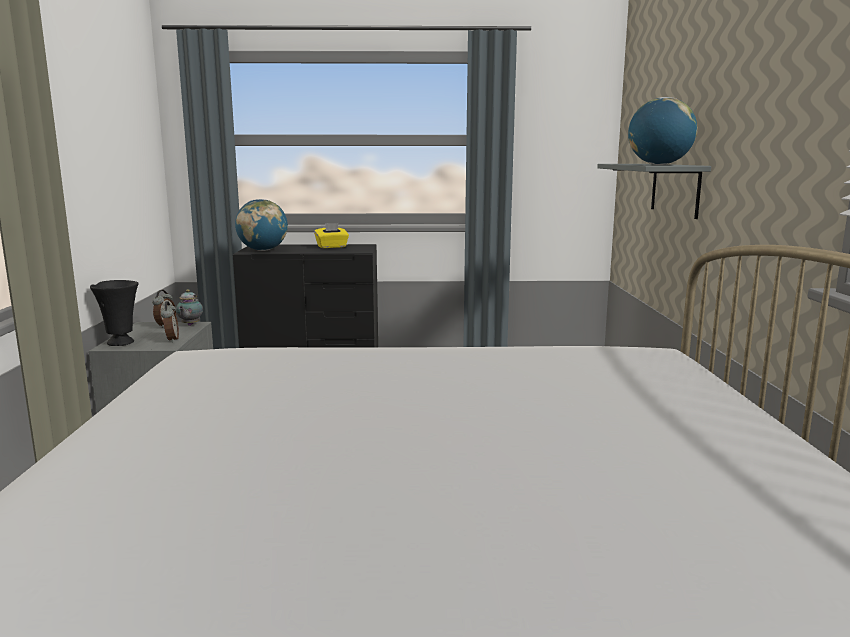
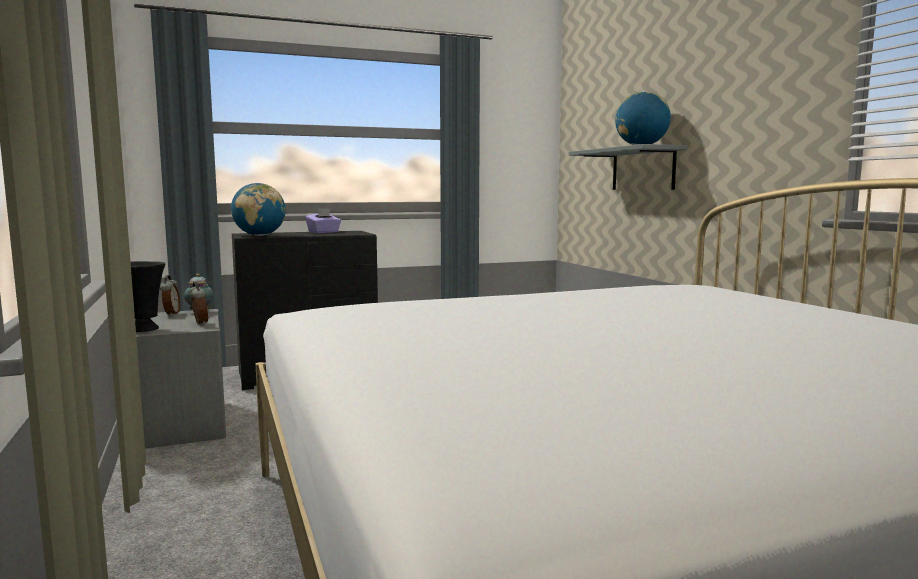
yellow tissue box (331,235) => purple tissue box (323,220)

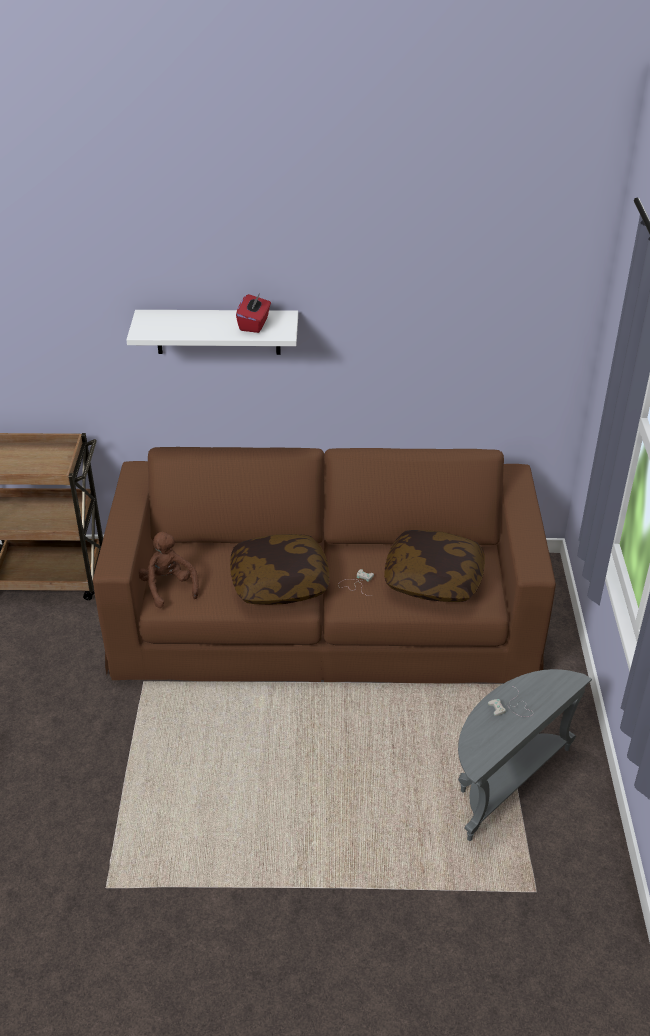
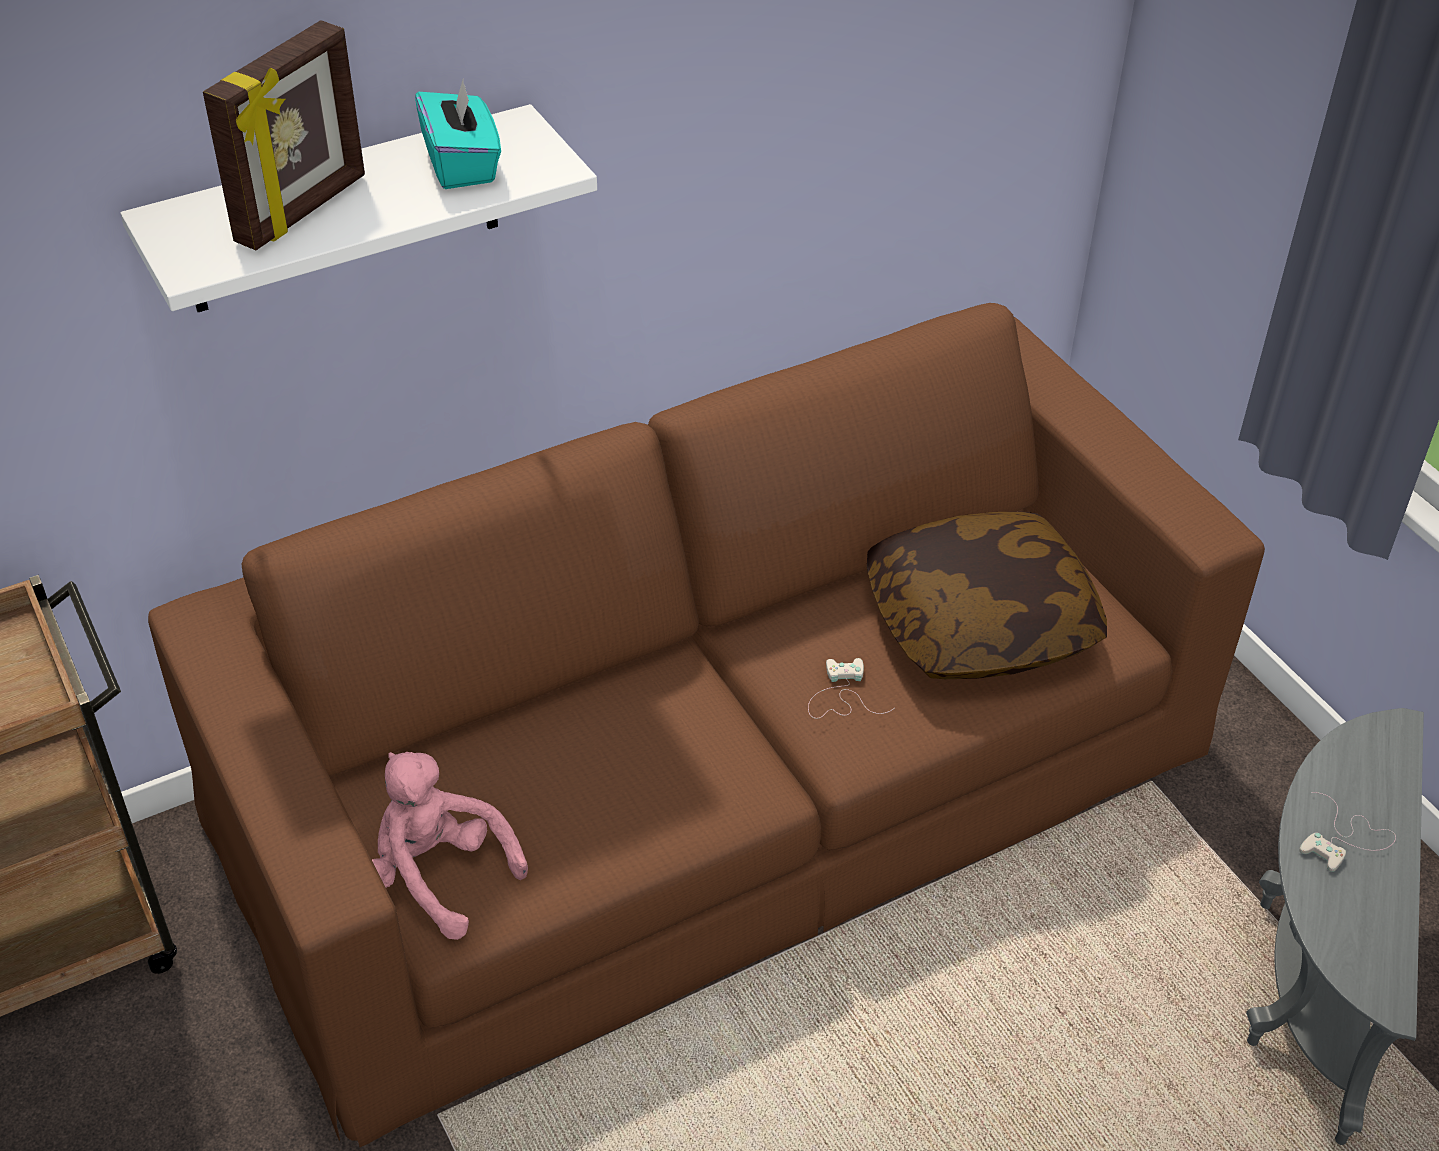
red tissue box (253,313) => turquoise tissue box (458,133)
brown plush toy (169,570) => pink plush toy (450,846)
pillow (279,569) => nothing
nothing => picture frame (284,135)

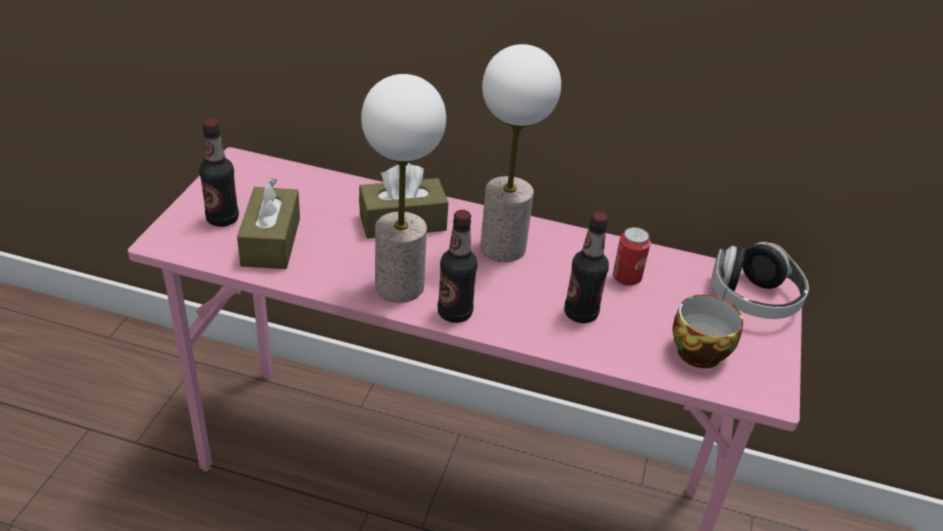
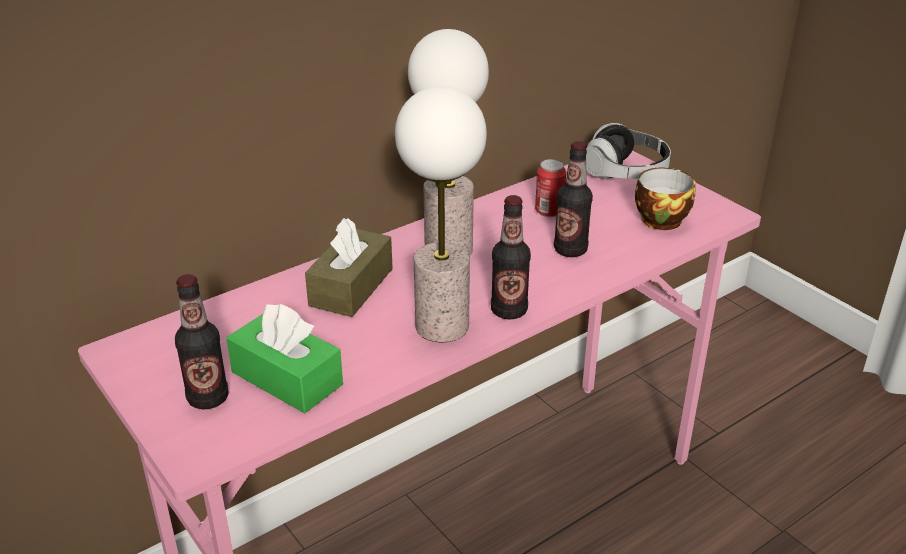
brown tissue box (268,223) => green tissue box (284,358)

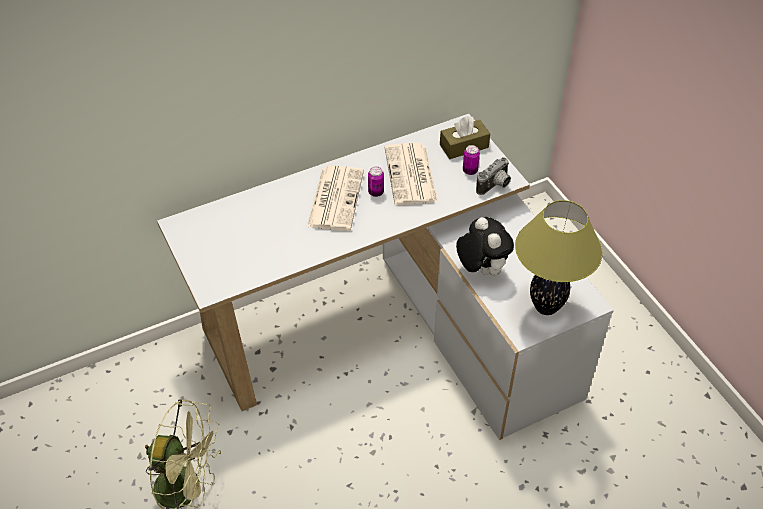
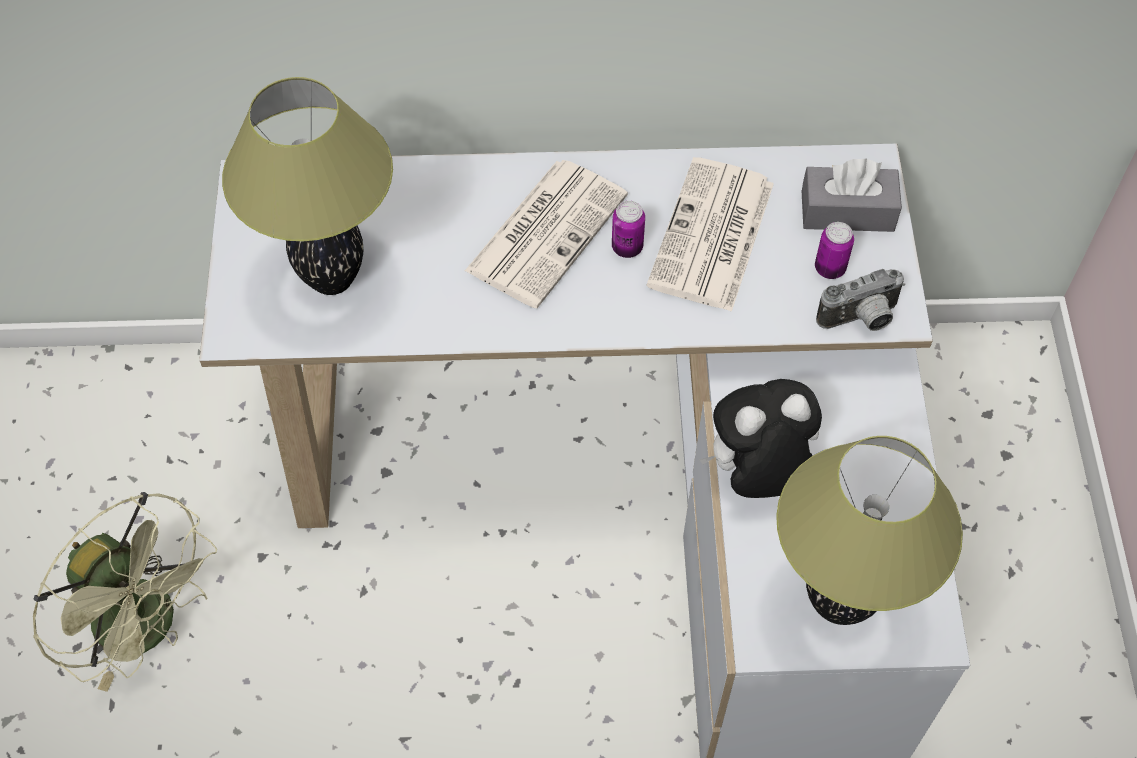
brown tissue box (465,137) => grey tissue box (852,195)
plush toy (485,246) => plush toy (760,438), 105 degrees counterclockwise
nothing => table lamp (307,186)

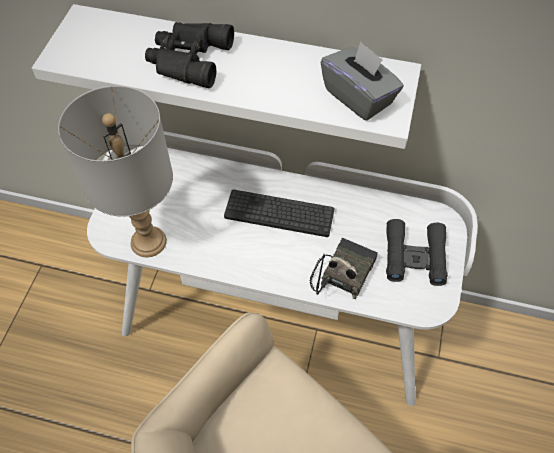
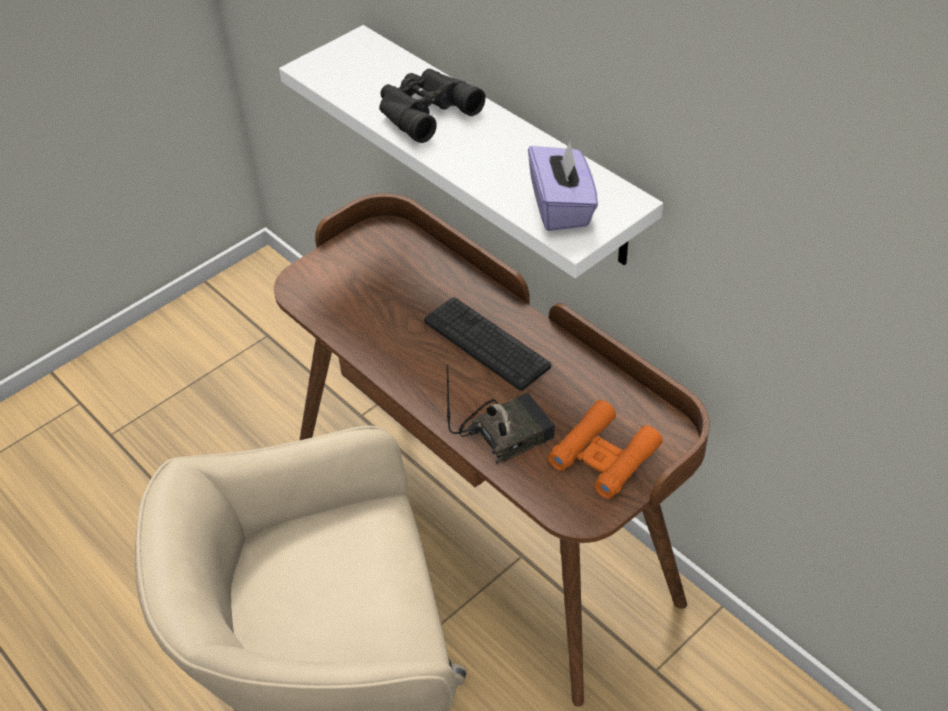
grey tissue box (362,81) => purple tissue box (563,185)
grey table lamp (115,171) => nothing
white desk (282,269) => brown desk (491,450)
black binoculars (417,252) => orange binoculars (605,449)

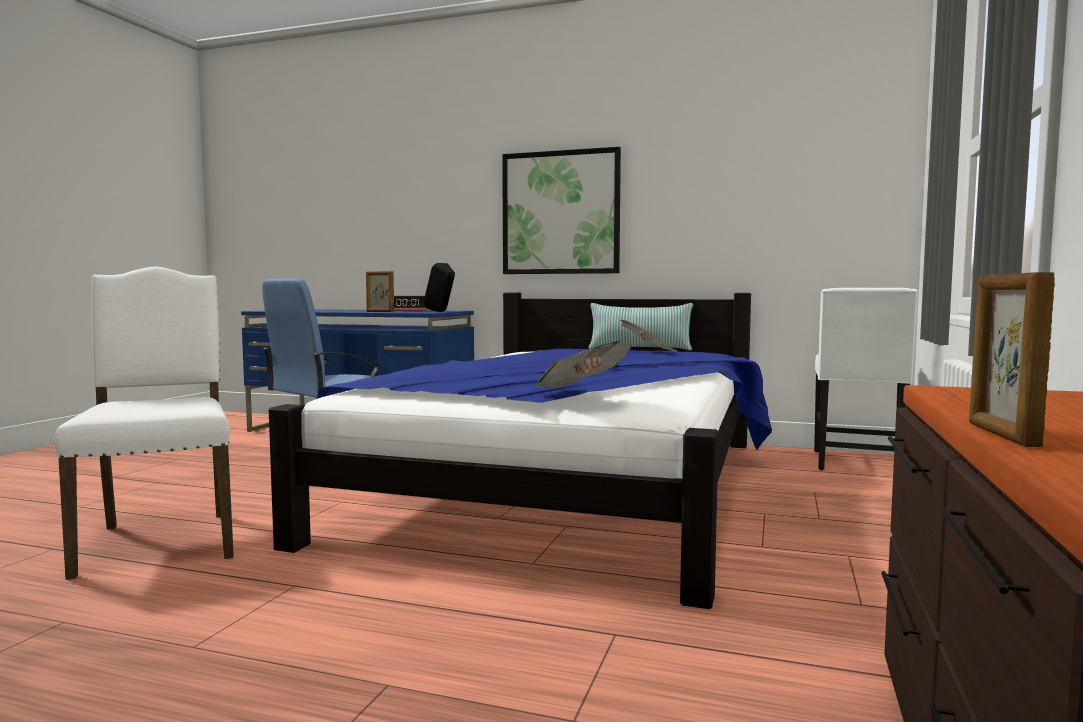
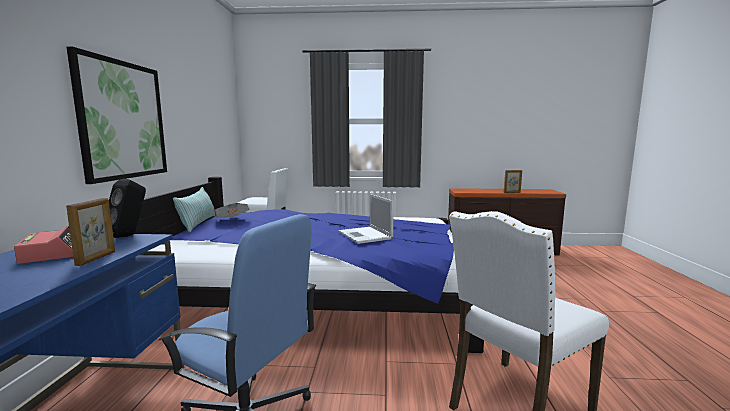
newspaper (582,364) => nothing
nothing => laptop (366,219)

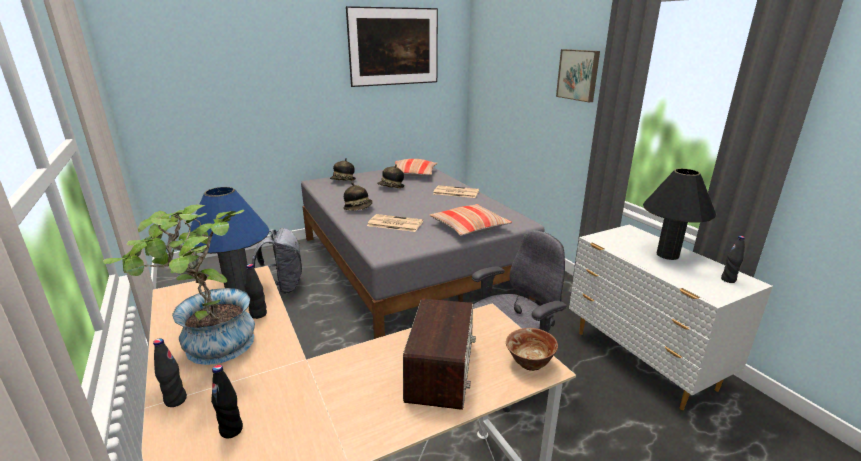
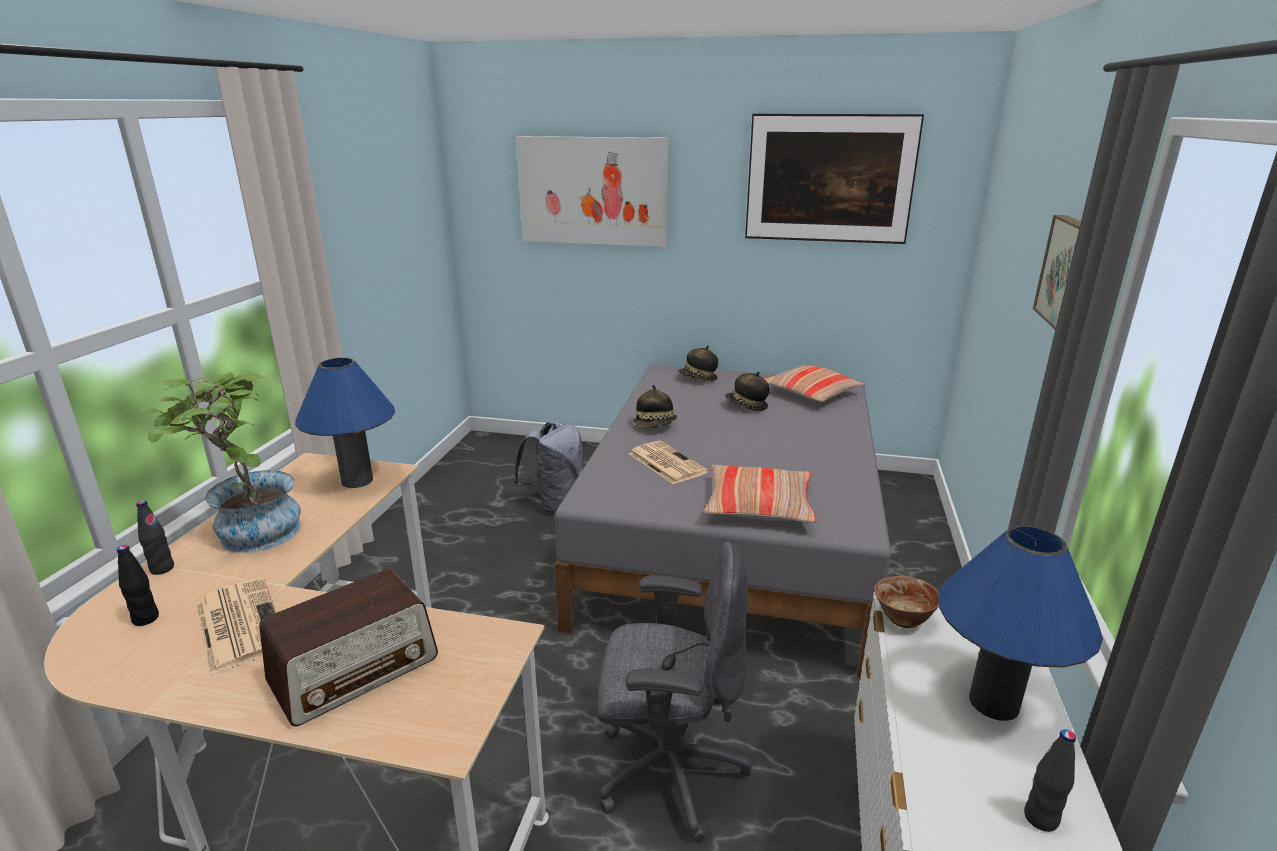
black table lamp (679,214) => blue table lamp (1020,623)
newspaper (456,191) => newspaper (236,626), shifted
black bottle (256,291) => nothing
bowl (532,349) => bowl (906,602), shifted
nothing => picture (592,191)

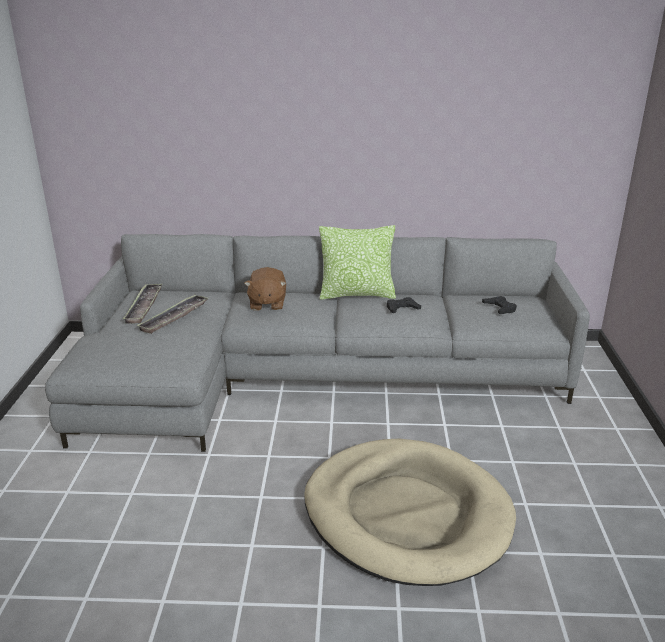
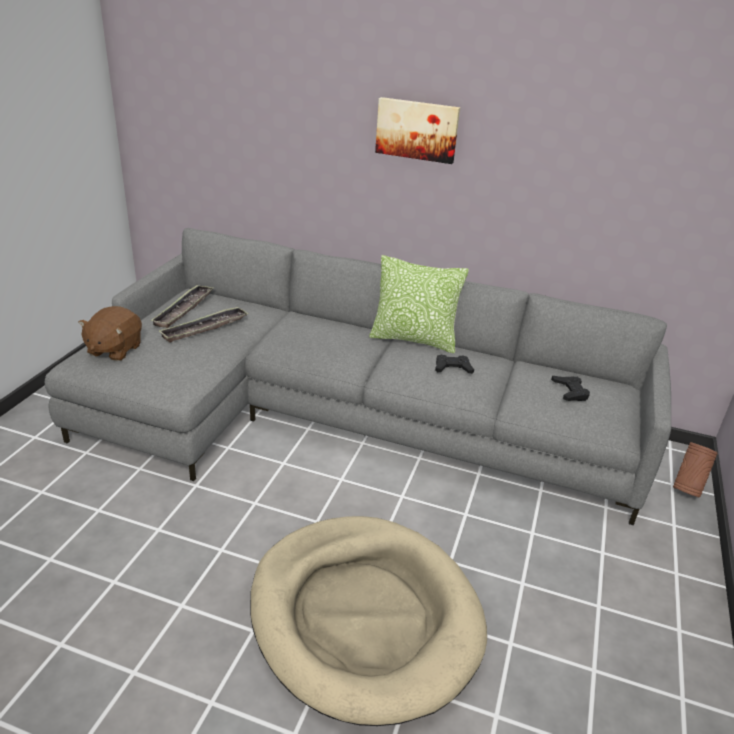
brown plush toy (265,289) => brown plush toy (110,333), shifted
nothing => picture (417,130)
nothing => brown vase (695,469)

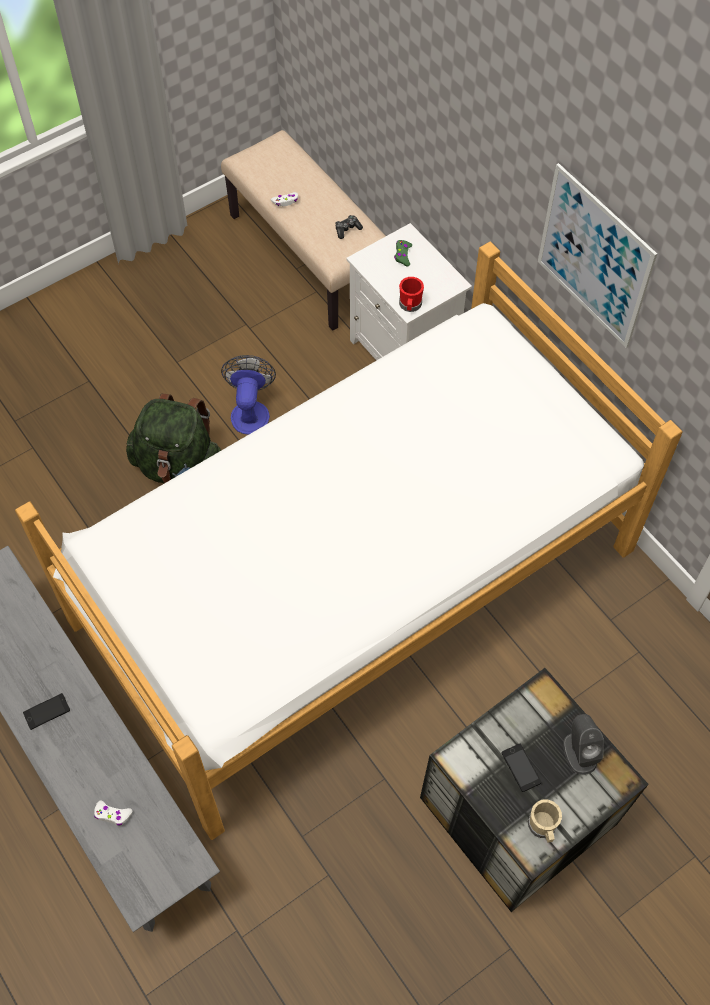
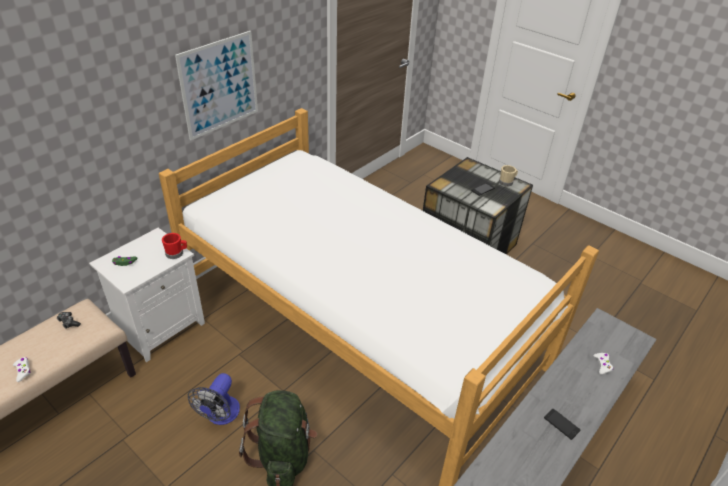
fan (248,395) => fan (214,399), 60 degrees counterclockwise
grey speaker (583,744) => nothing

